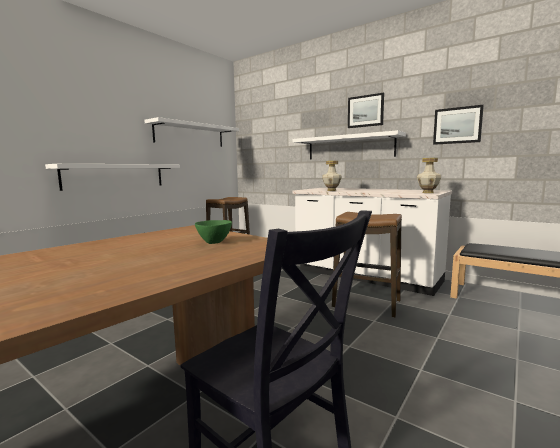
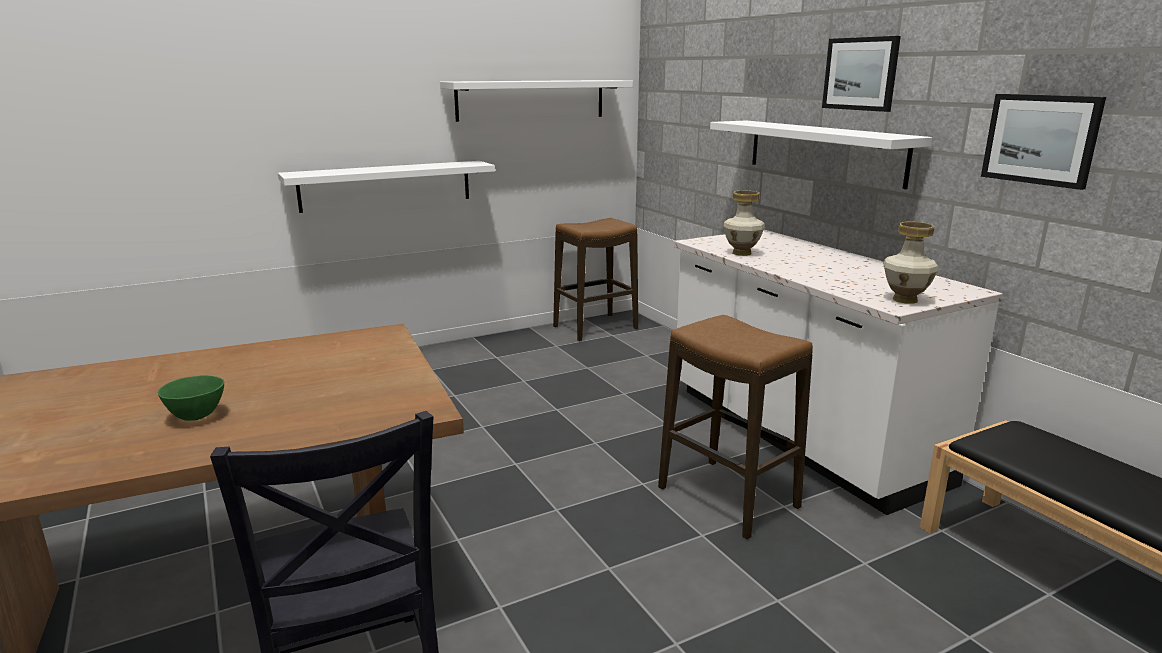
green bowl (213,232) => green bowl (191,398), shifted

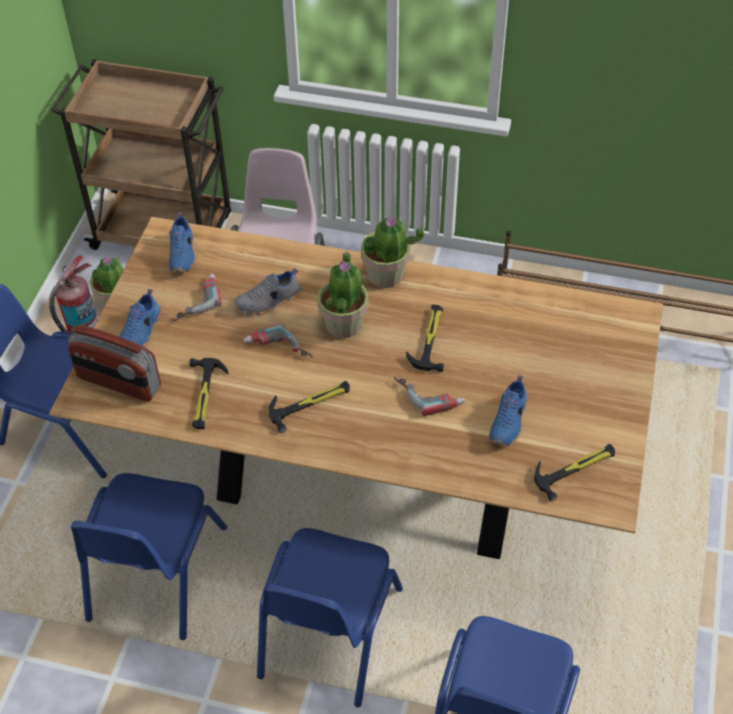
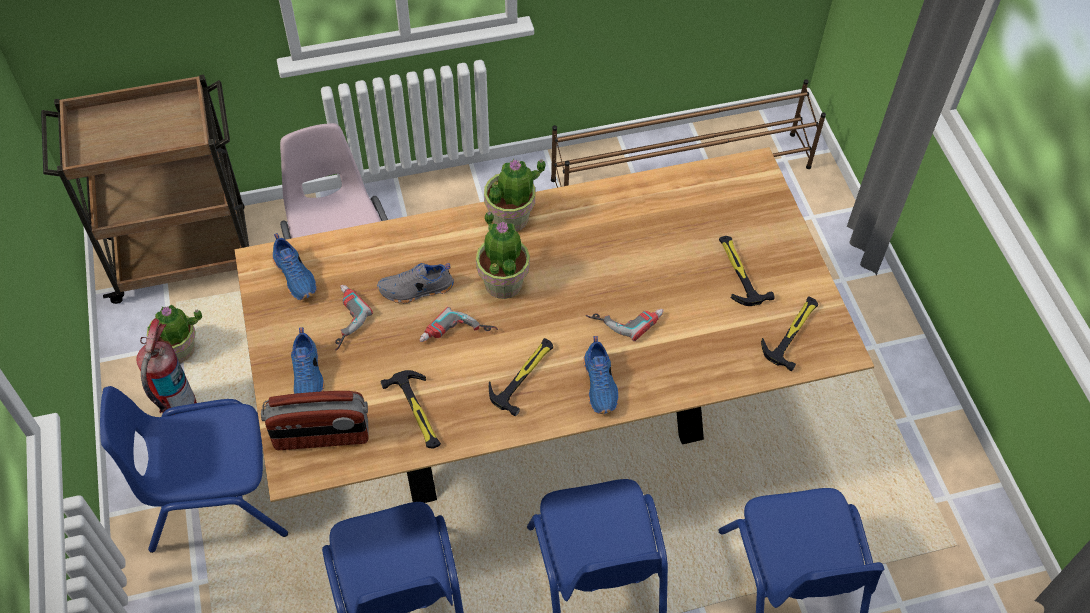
grey shoe (267,291) => grey shoe (415,283), 45 degrees clockwise
hammer (425,338) => hammer (747,271), shifted
blue shoe (508,410) => blue shoe (600,375), shifted

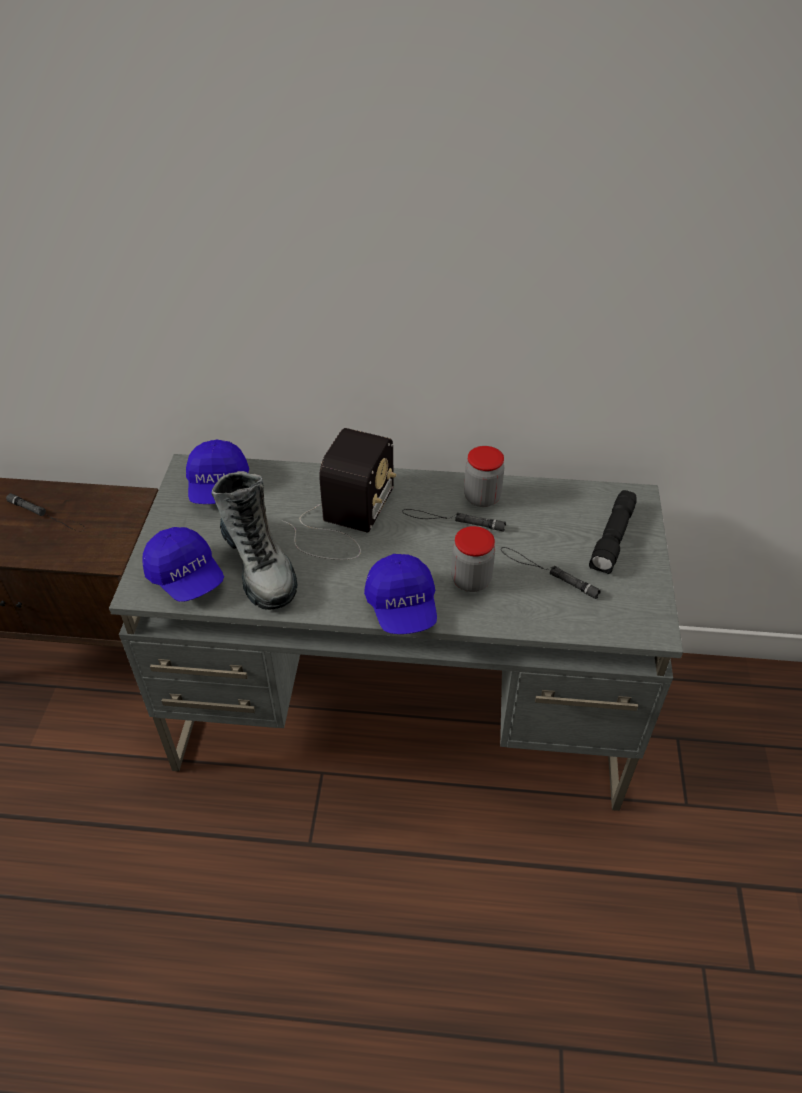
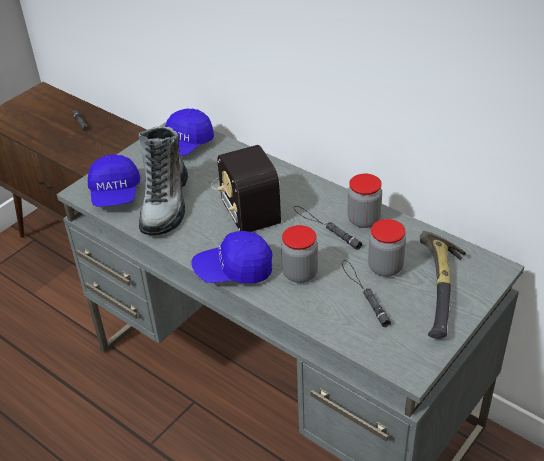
radio (339,494) => radio (247,188), 105 degrees clockwise
black flashlight (613,532) => hammer (443,285)
blue cap (400,594) => blue cap (231,257), 60 degrees clockwise
nothing => jar (387,248)

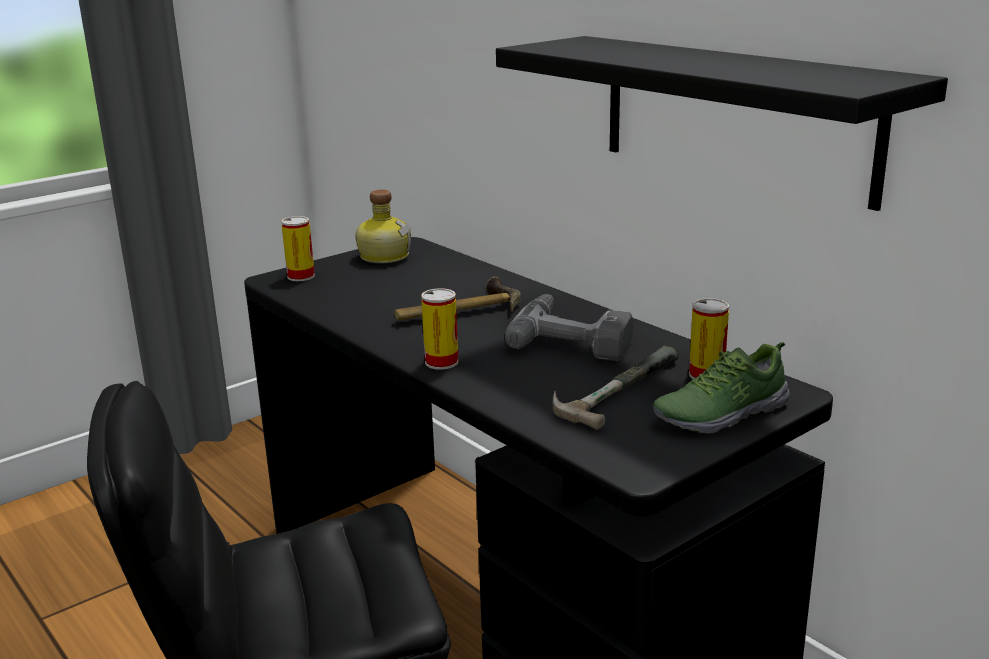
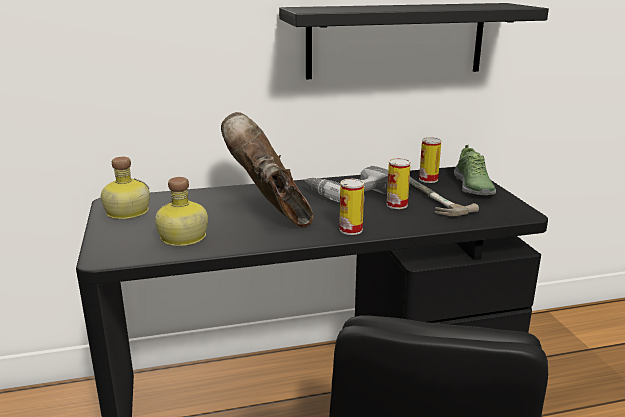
can (298,248) => can (399,183), shifted
hammer (458,298) => brown boot (267,170)
nothing => bottle (181,211)

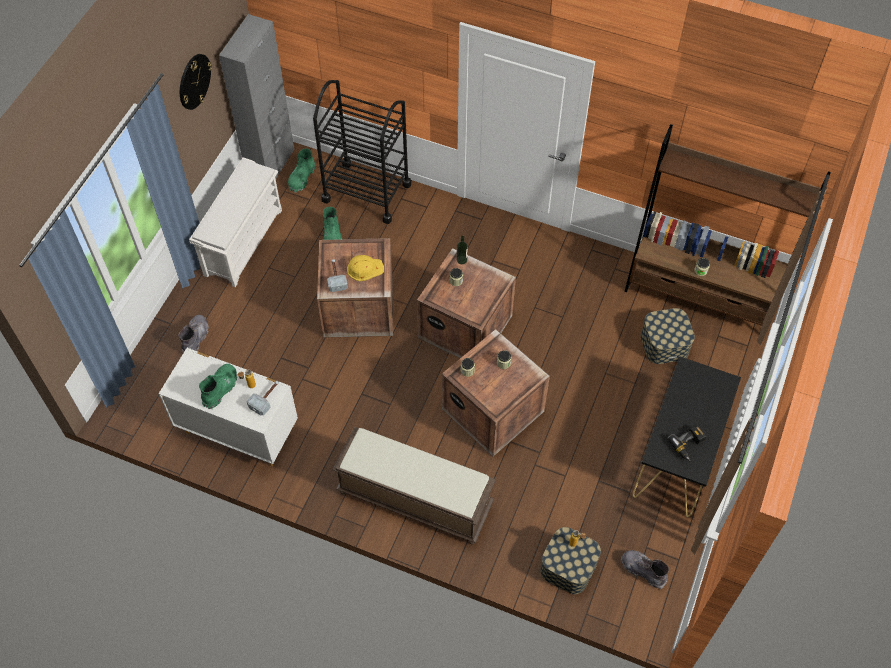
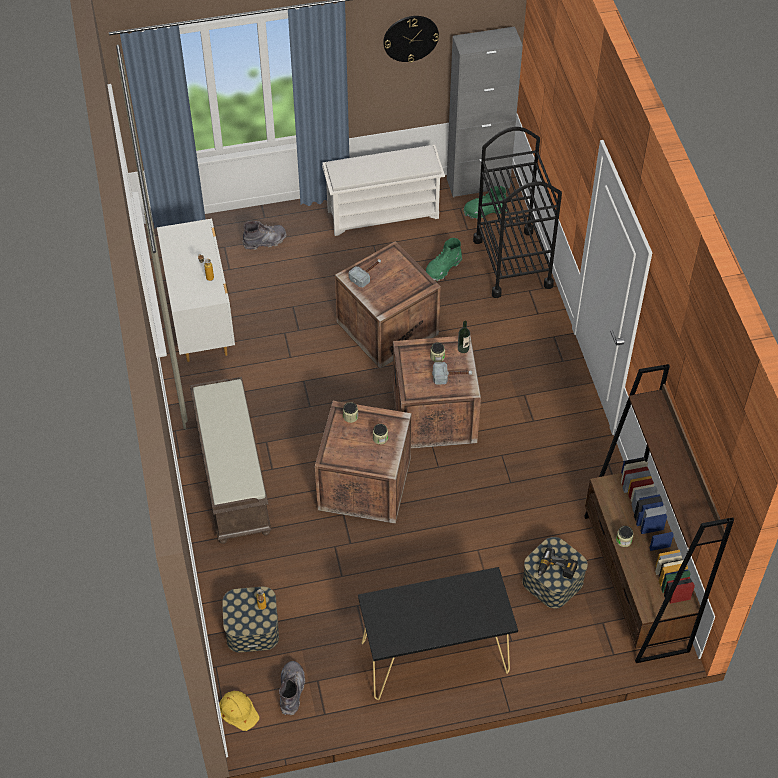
yellow hard hat (365,268) => yellow hard hat (239,711), shifted
green boot (218,386) => nothing
hammer (263,398) => hammer (452,373), shifted
power drill (687,443) => power drill (558,563), shifted

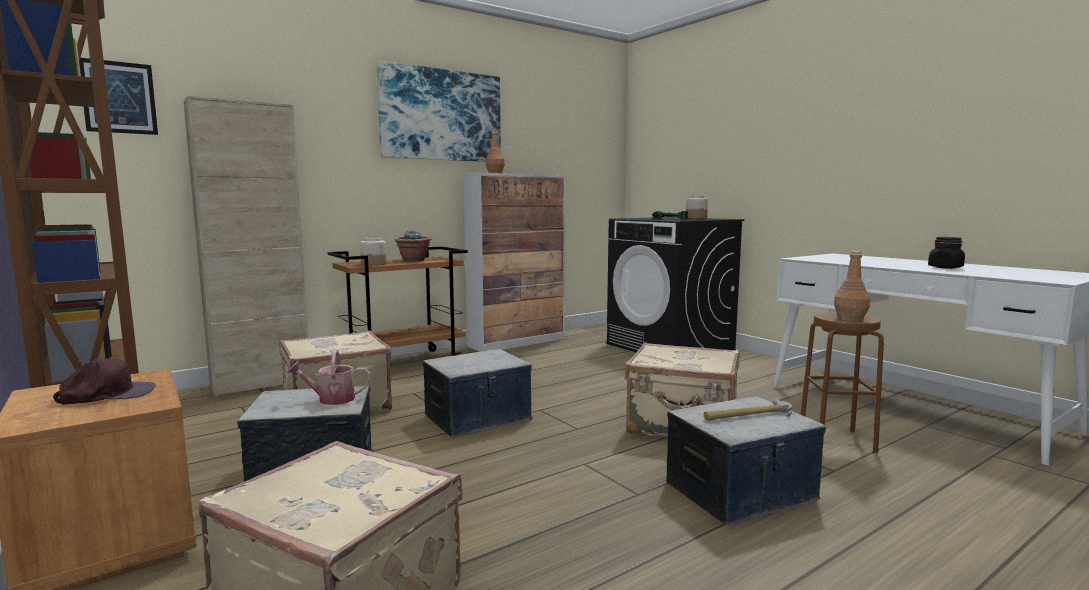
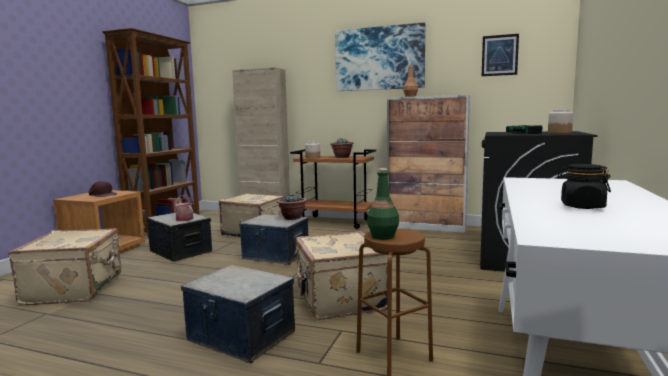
picture (118,96) => picture (500,55), shifted
brown bottle (852,286) => green bottle (383,204)
hammer (748,410) => nothing
nothing => potted plant (292,207)

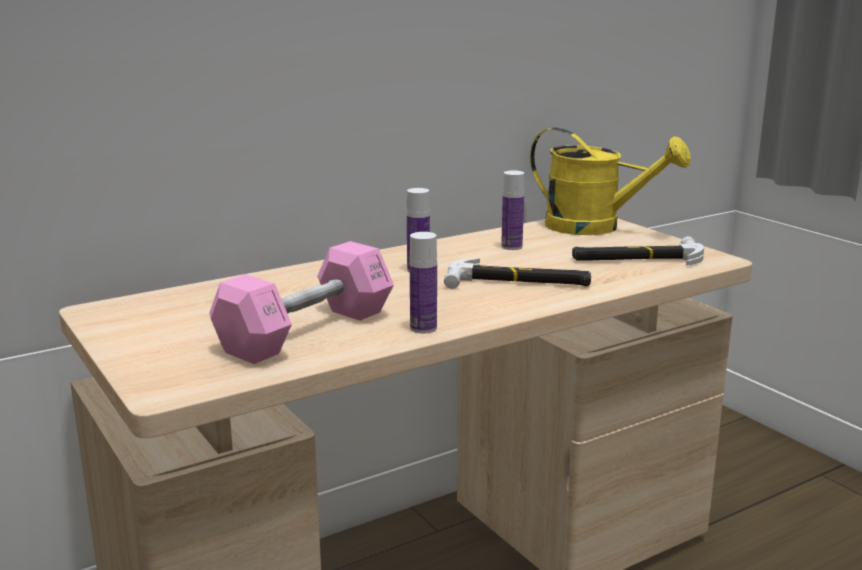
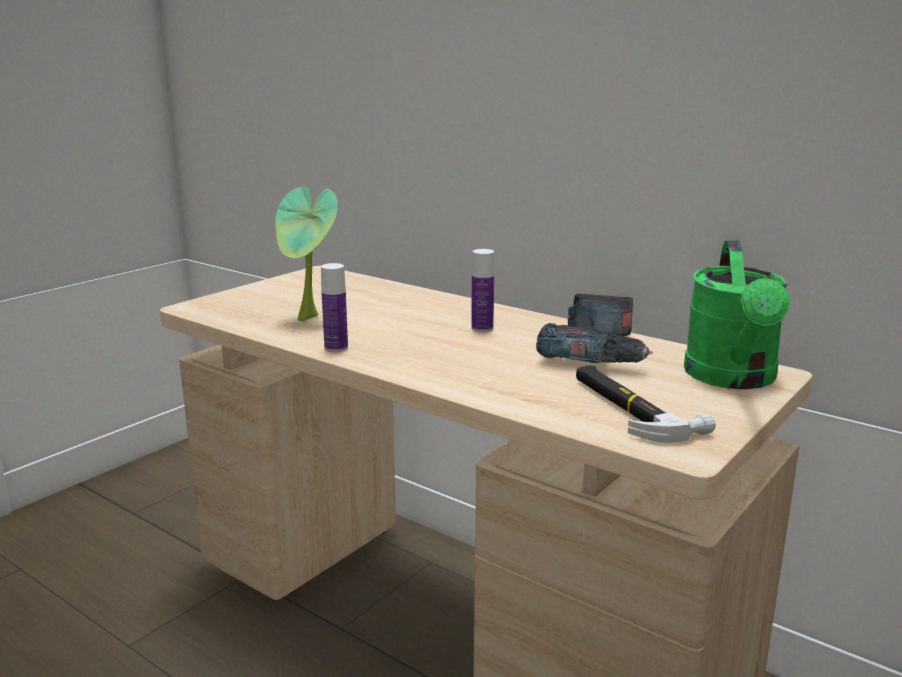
yellow watering can (610,181) => green watering can (737,314)
bottle (512,210) => power drill (594,328)
pink dumbbell (301,302) => potted plant (306,254)
hammer (517,273) => nothing

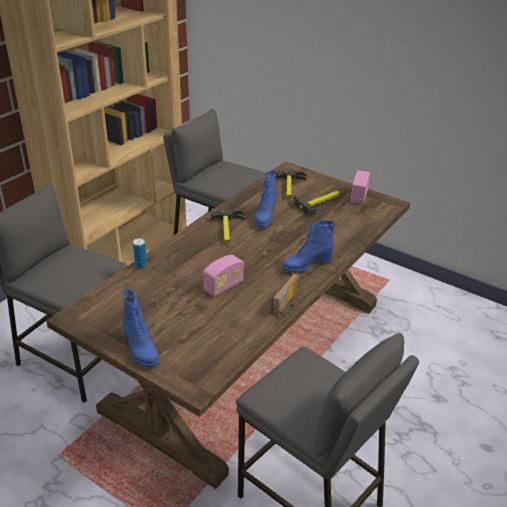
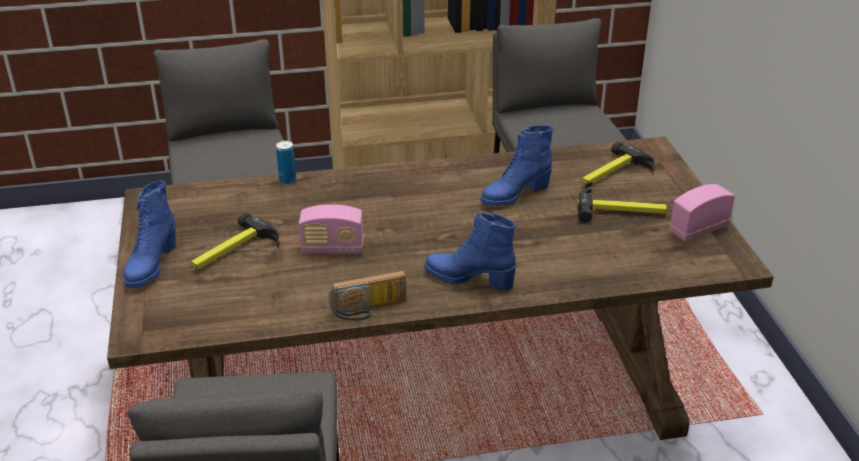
hammer (228,226) => hammer (235,241), shifted

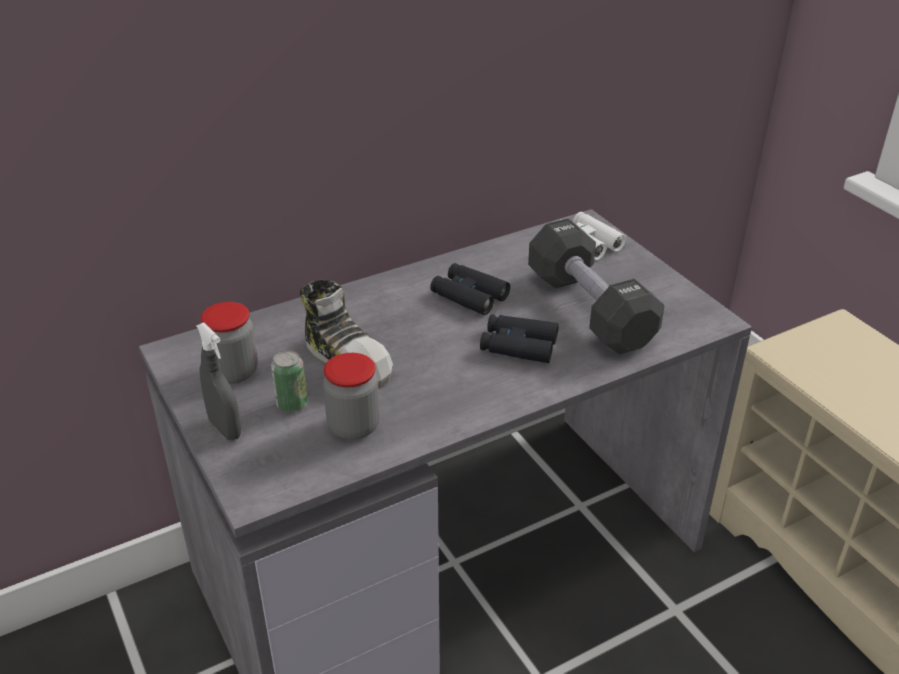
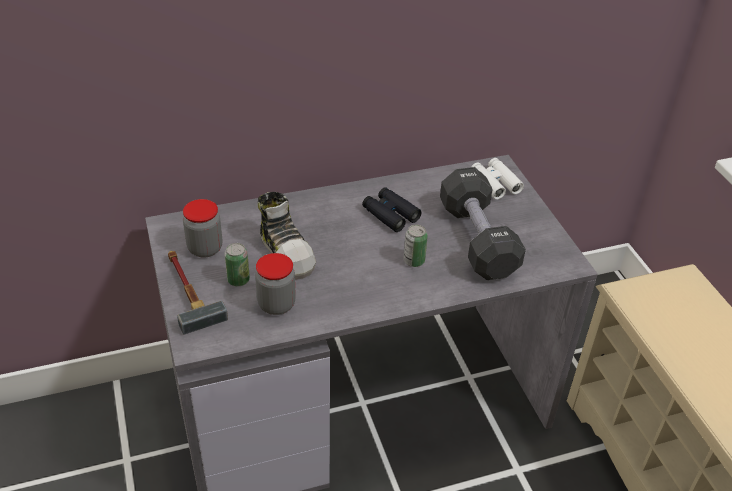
black binoculars (519,338) => can (415,245)
grey spray bottle (218,381) => hammer (198,293)

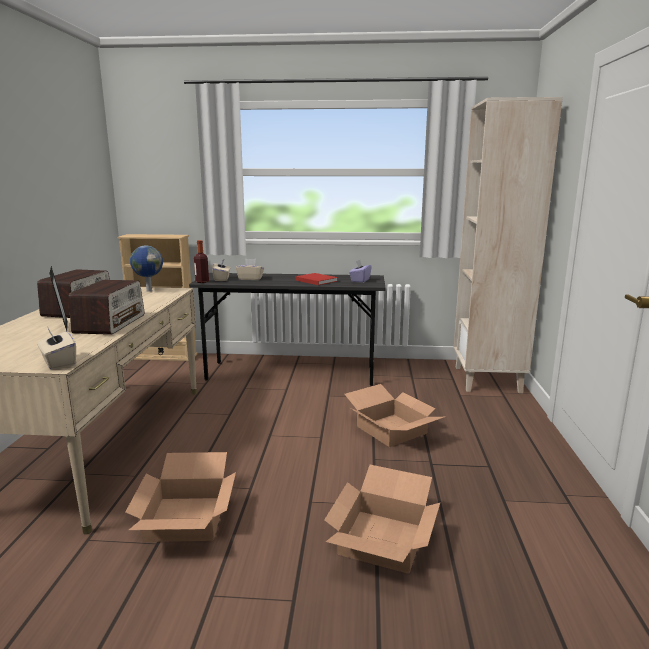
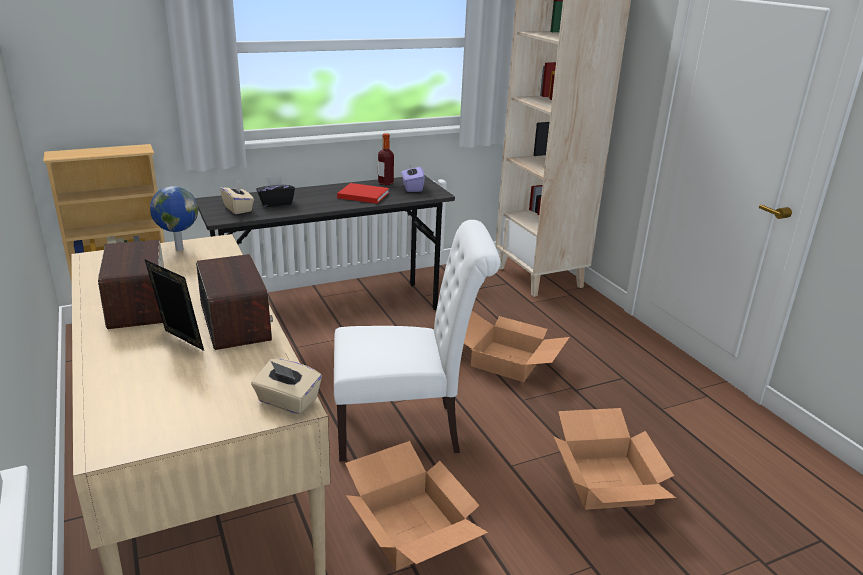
bottle (201,261) => bottle (386,159), shifted
beige tissue box (250,269) => black tissue box (275,191)
nothing => white chair (417,340)

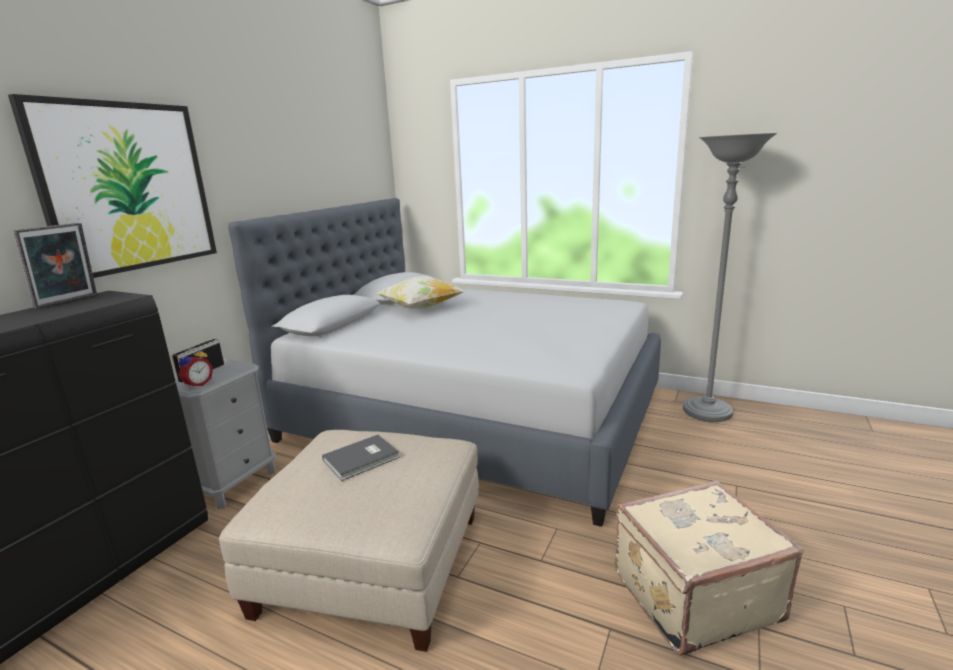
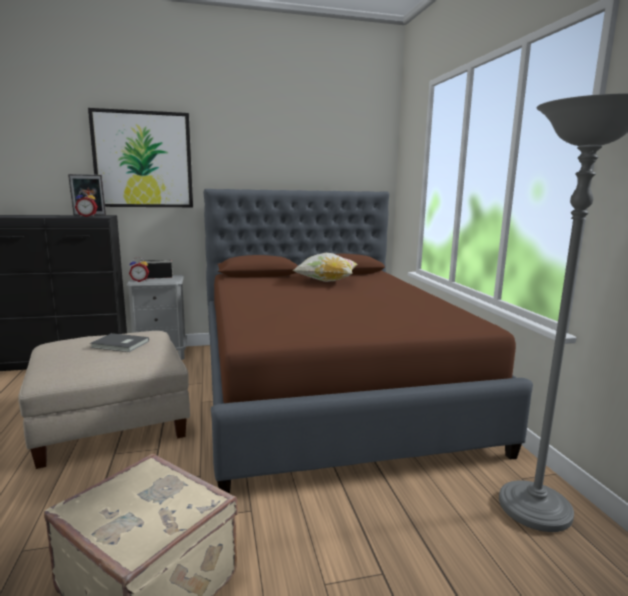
grey bed (444,362) => brown bed (368,341)
nothing => alarm clock (86,203)

